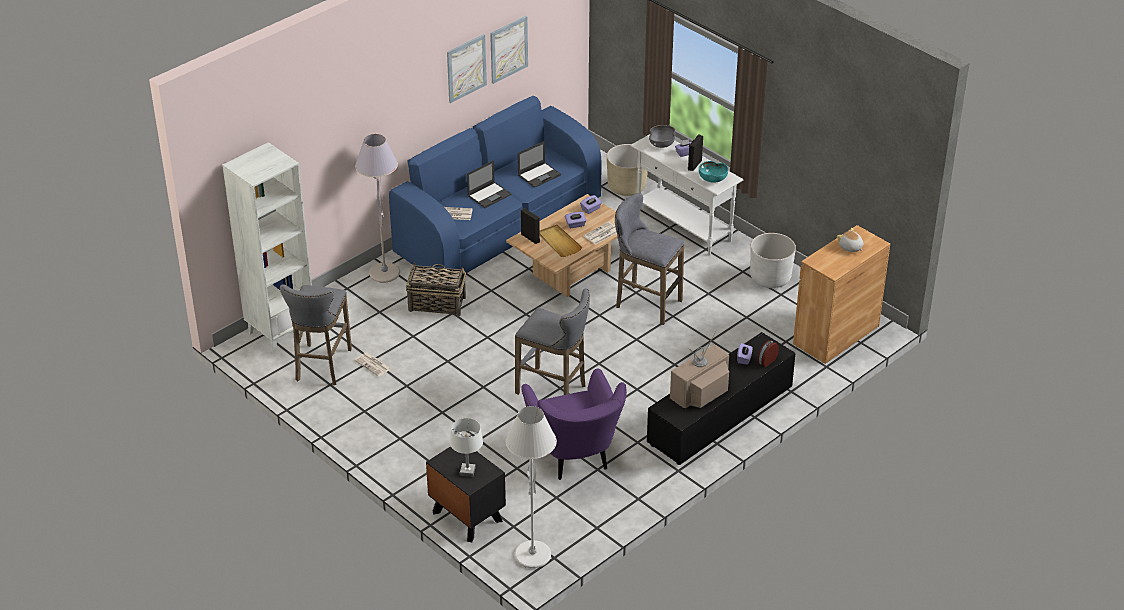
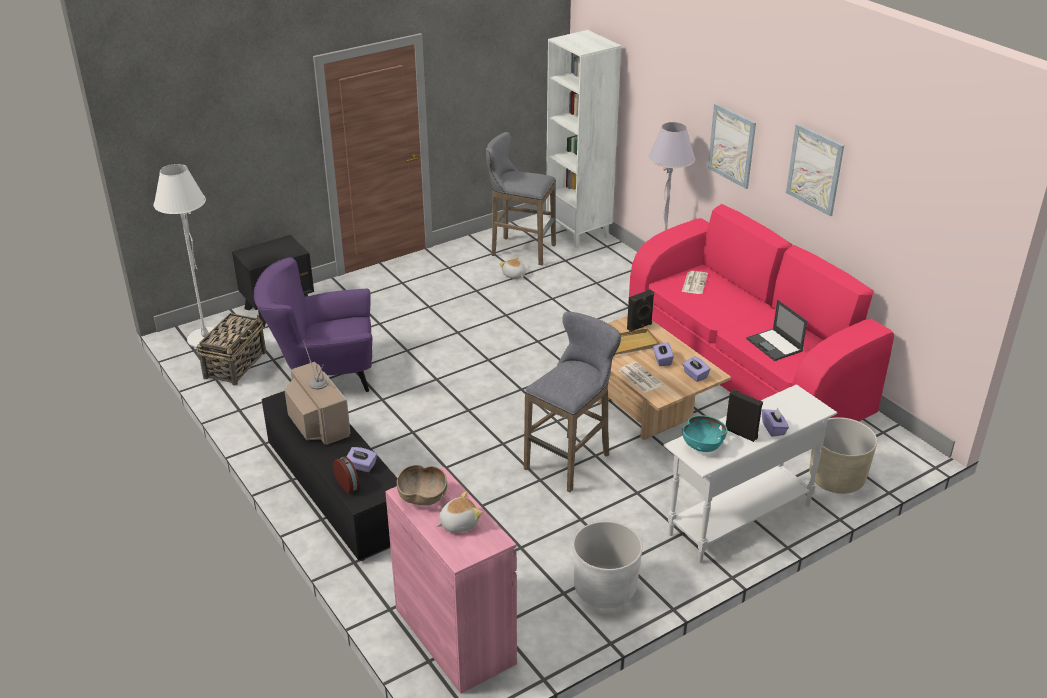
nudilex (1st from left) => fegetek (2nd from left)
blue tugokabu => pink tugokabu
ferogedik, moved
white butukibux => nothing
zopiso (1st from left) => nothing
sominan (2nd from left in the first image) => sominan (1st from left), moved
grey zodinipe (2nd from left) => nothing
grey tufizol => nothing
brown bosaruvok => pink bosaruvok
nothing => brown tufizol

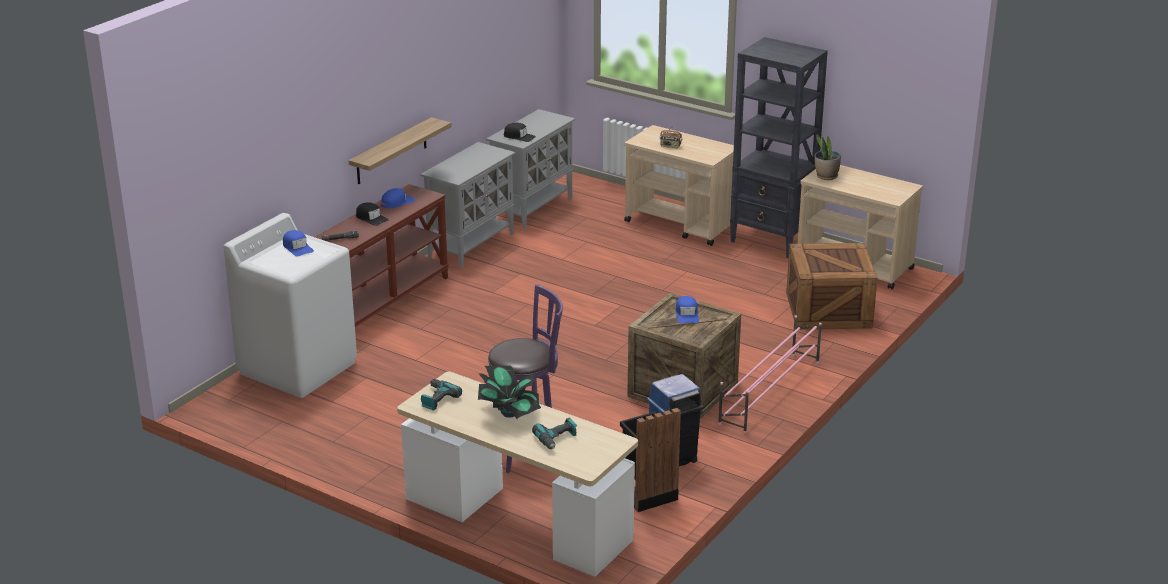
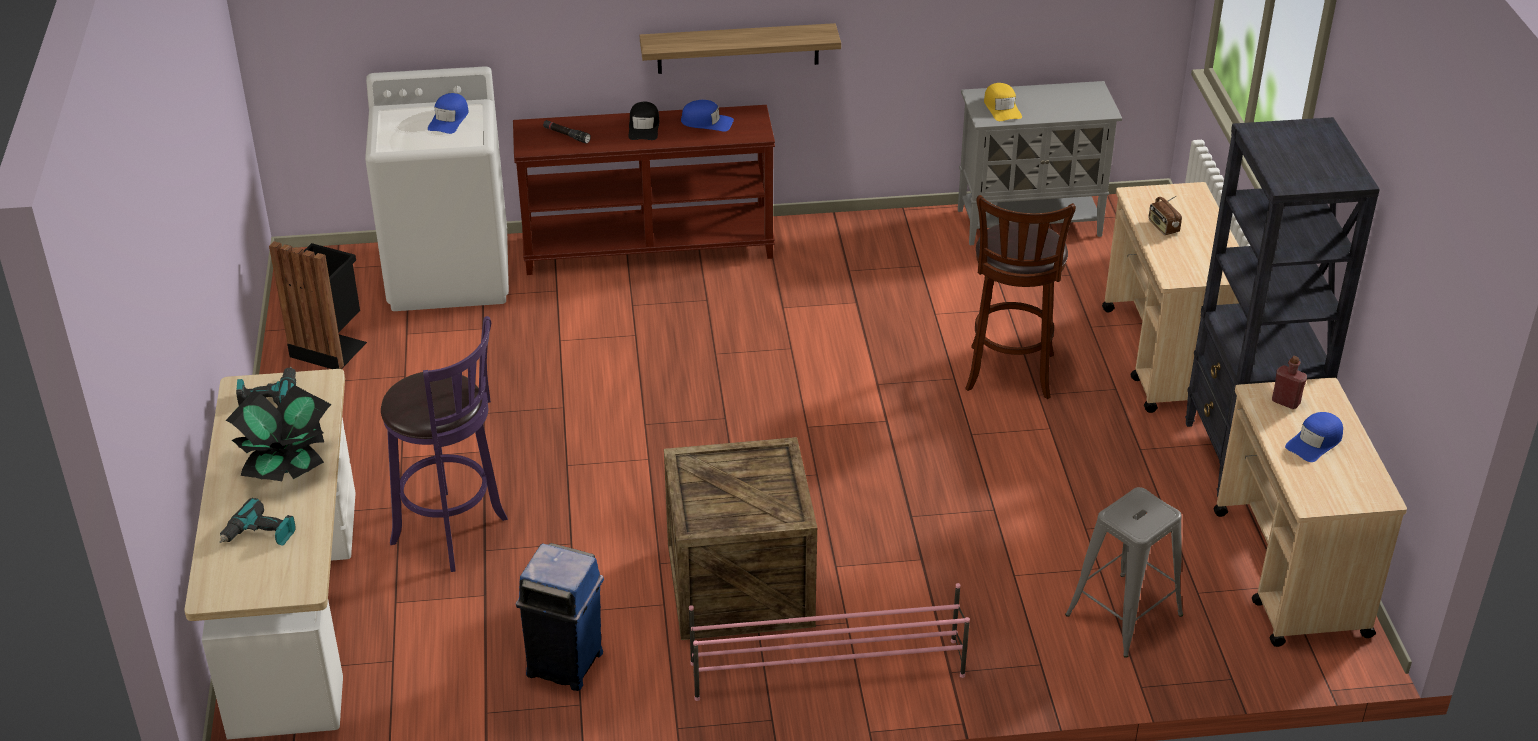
grey bosaruvok (1st from left) => nothing
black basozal (2nd from left) => yellow basozal
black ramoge, moved
blue basozal (3rd from left), moved
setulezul (2nd from left) => grey zodinipe
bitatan (2nd from left) => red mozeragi
nothing => brown zodinipe

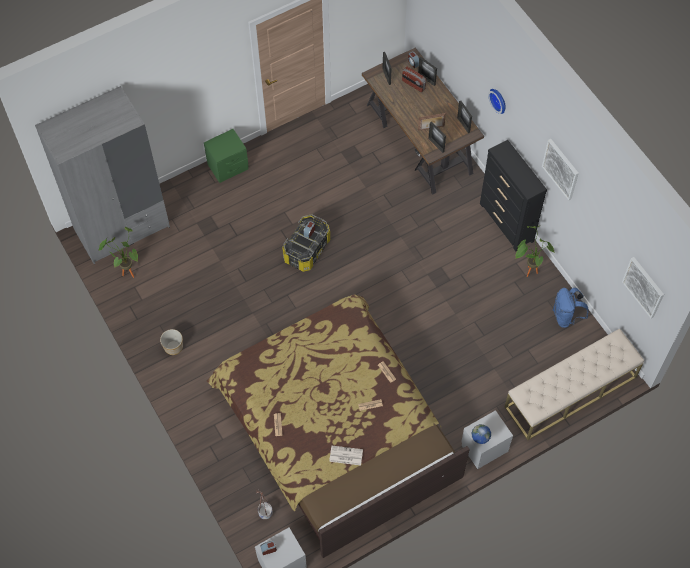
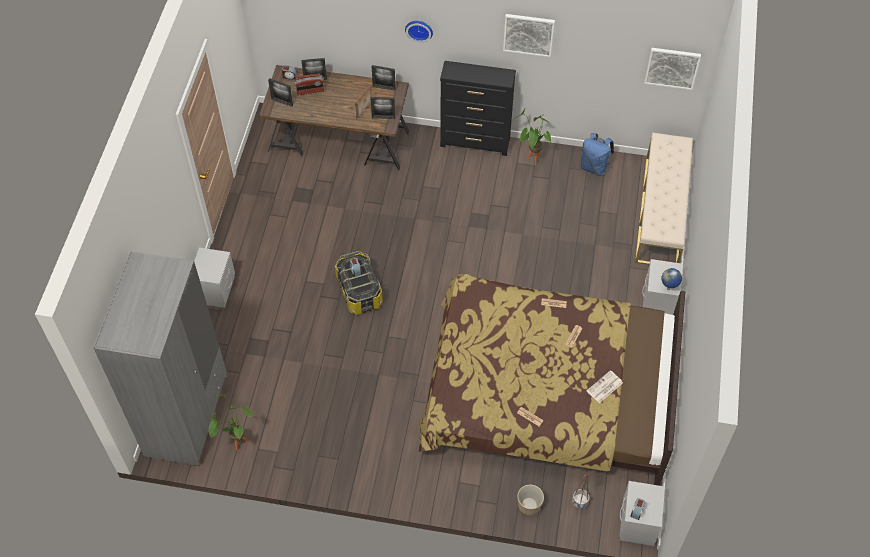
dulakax (1st from left), moved
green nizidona => grey nizidona (1st from left)

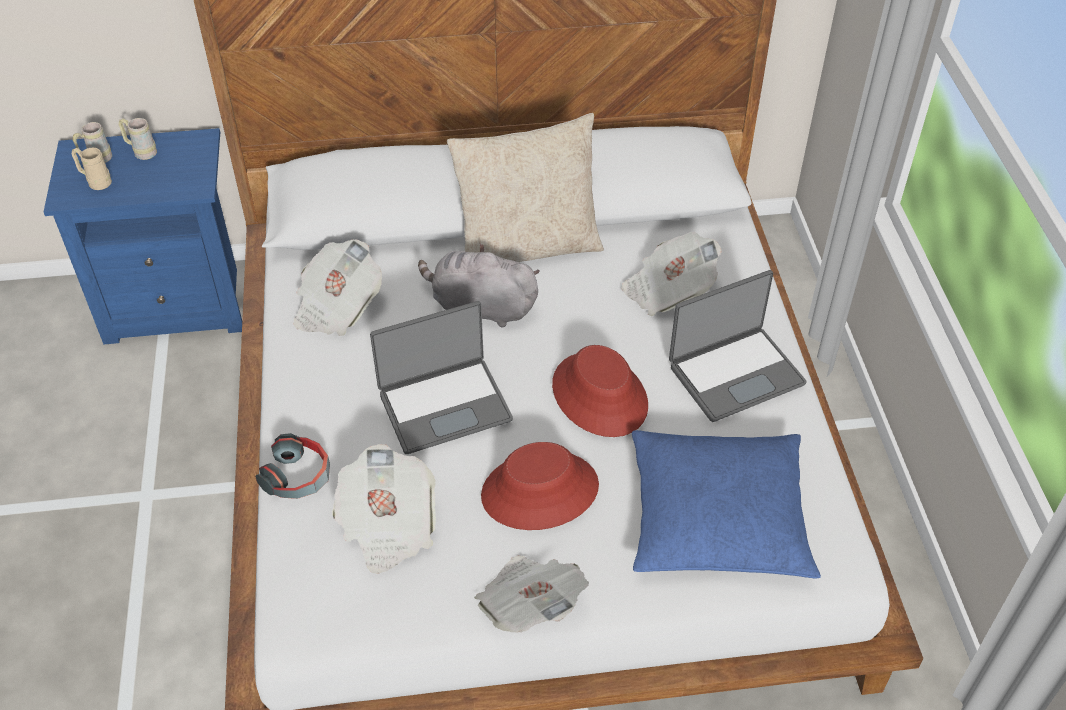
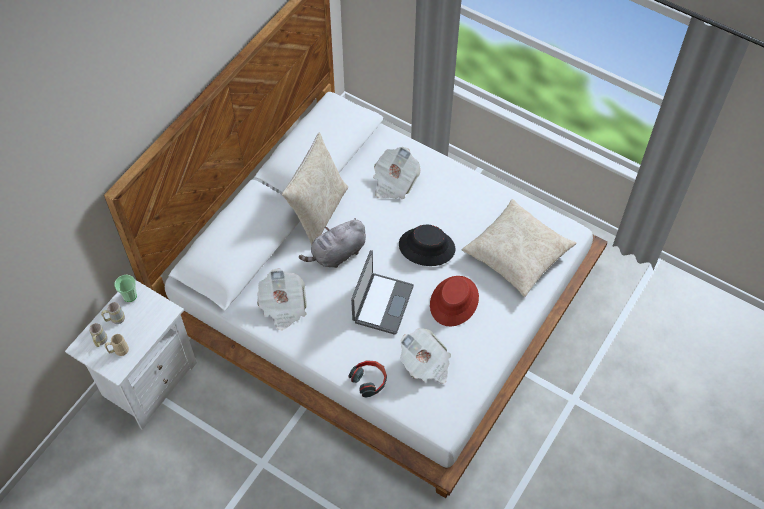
blue nizidona => white nizidona
nudilex (3rd from left) => nothing
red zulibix (2nd from left) => black zulibix
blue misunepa => beige misunepa (2nd from left)
zopiso (2nd from left) => nothing
nothing => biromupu

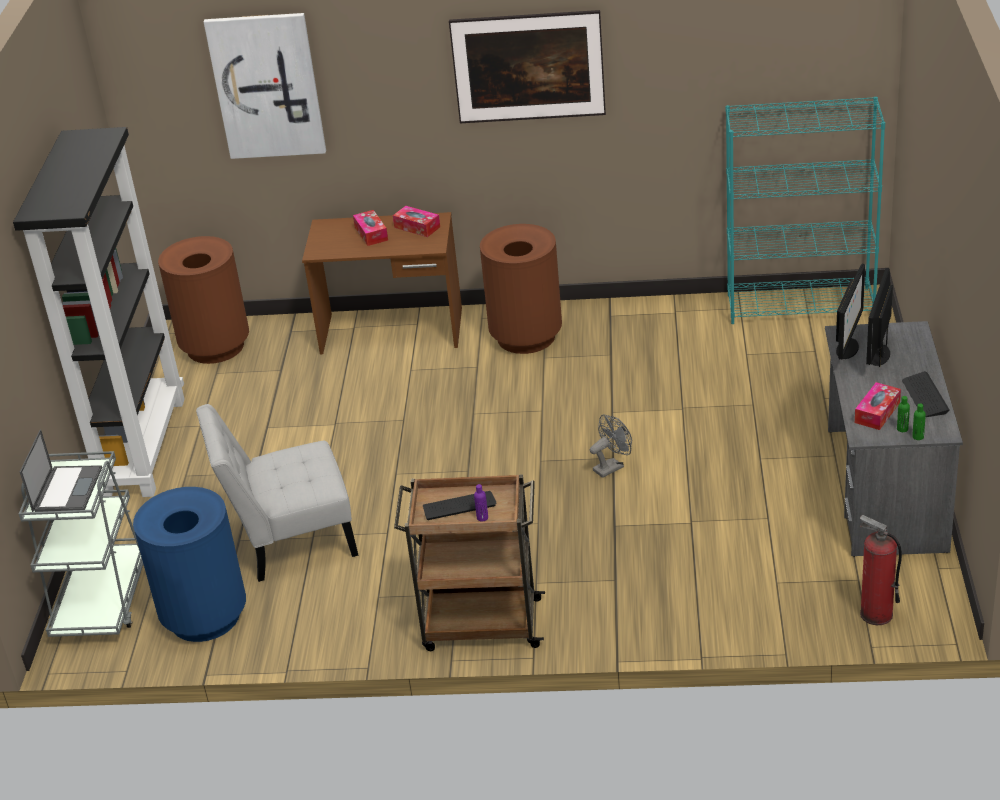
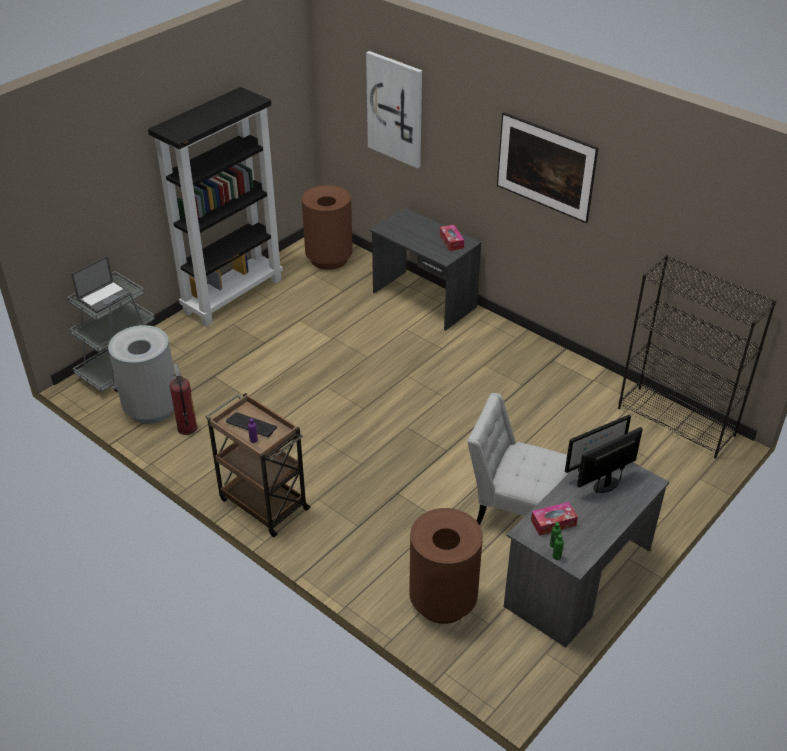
blue ramoge => grey ramoge
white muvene, moved
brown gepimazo => grey gepimazo (1st from left)
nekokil (1st from left) => nothing
brown ramoge (2nd from left), moved
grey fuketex => nothing
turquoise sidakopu => black sidakopu (2nd from left)
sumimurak, moved
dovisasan (2nd from left) => nothing

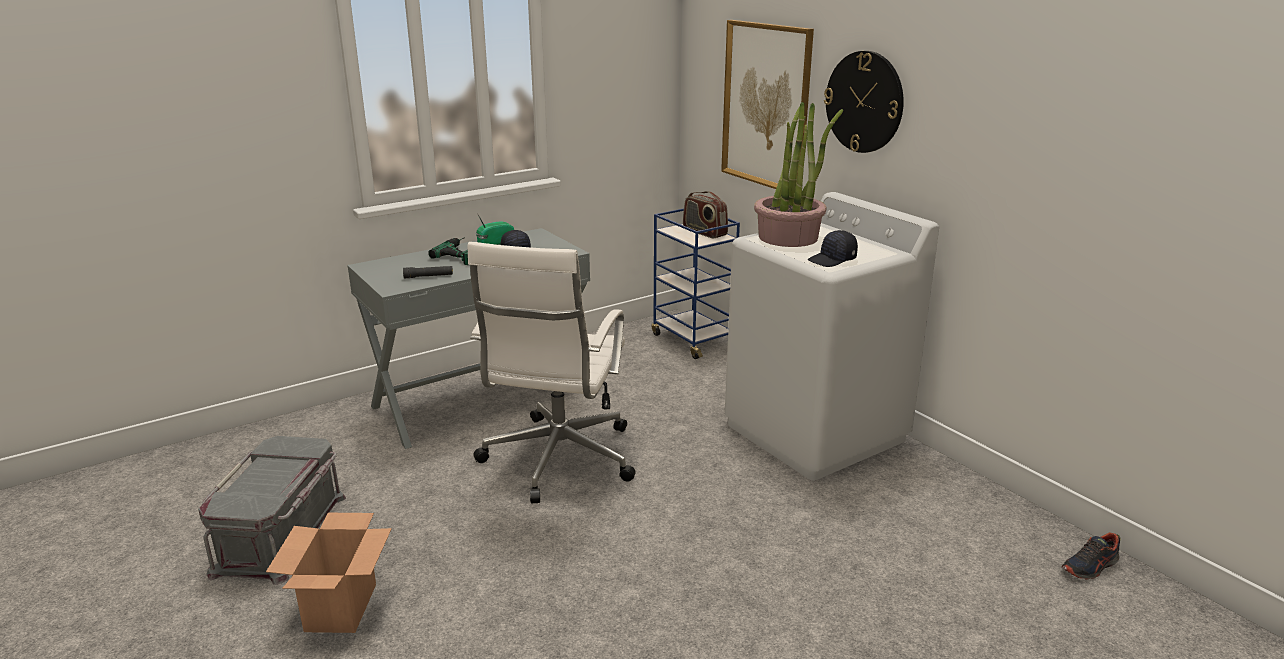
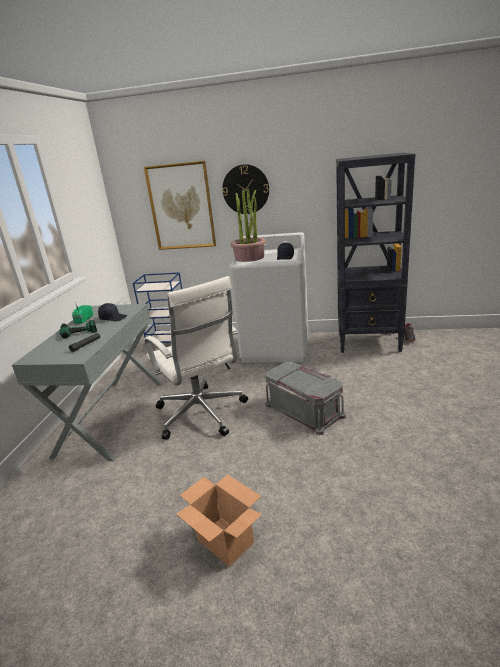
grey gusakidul, moved
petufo (2nd from left) => nothing
nothing => black sidakopu

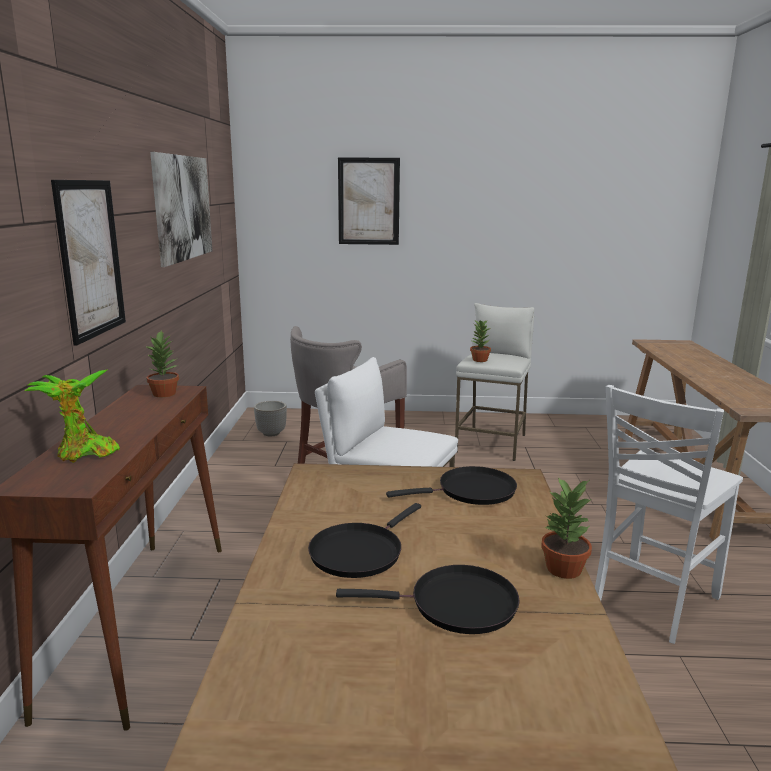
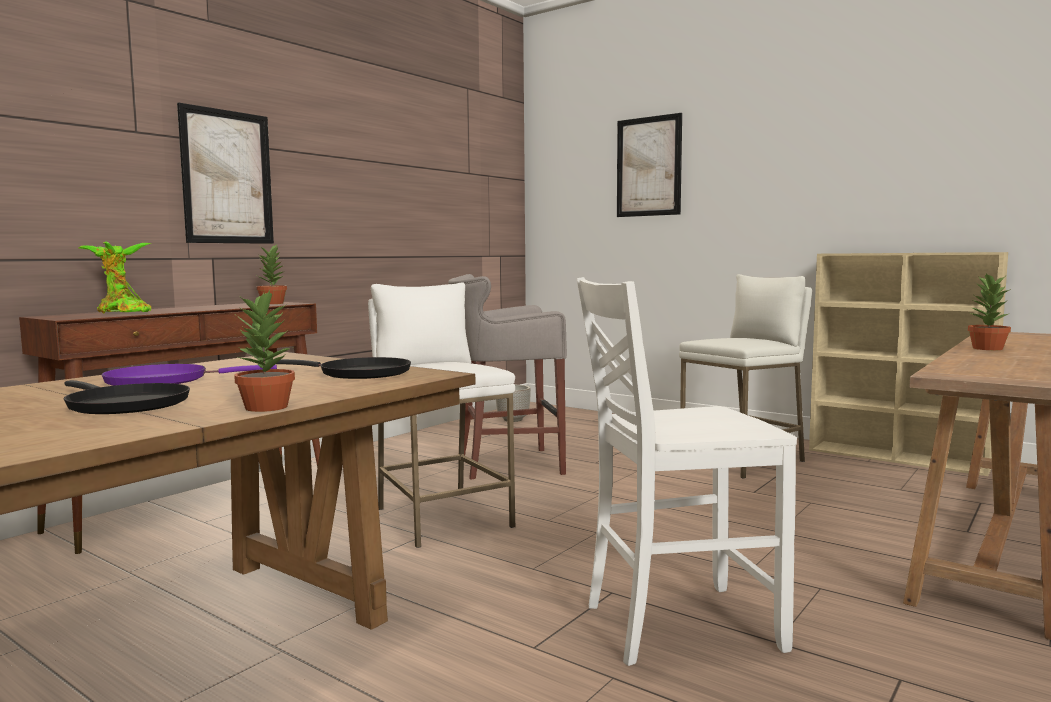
sominan (2nd from left) => nothing
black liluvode (1st from left) => purple liluvode
bitatan (3rd from left in the first image) => bitatan (4th from left), moved
nothing => beige sidakopu

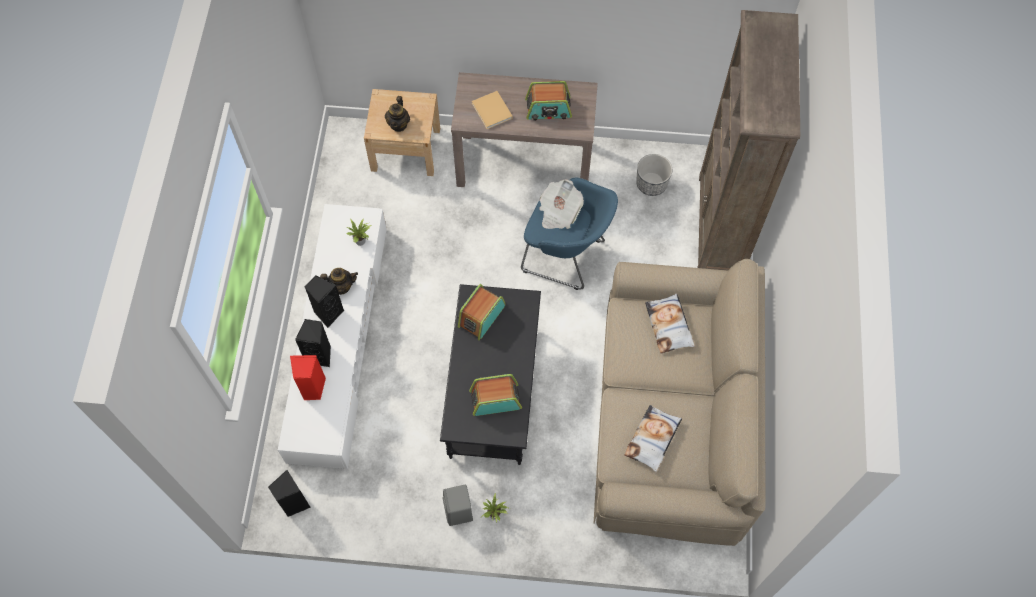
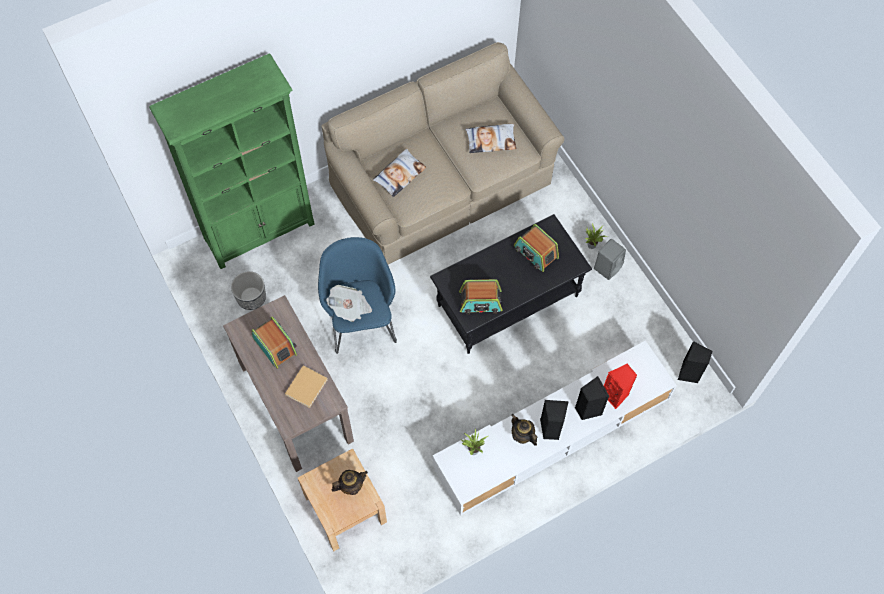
brown sidakopu => green sidakopu

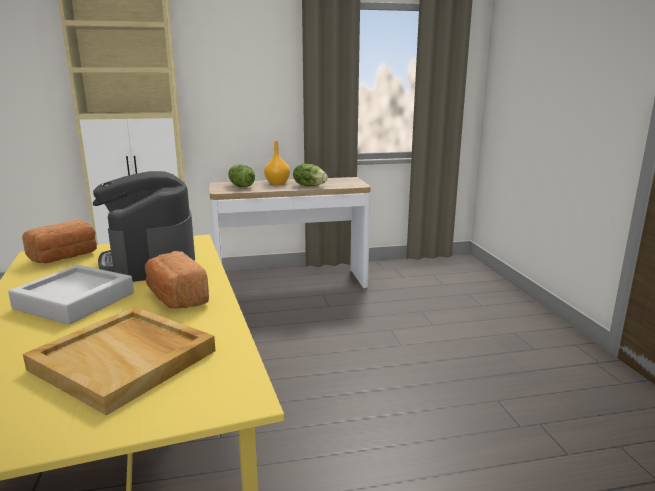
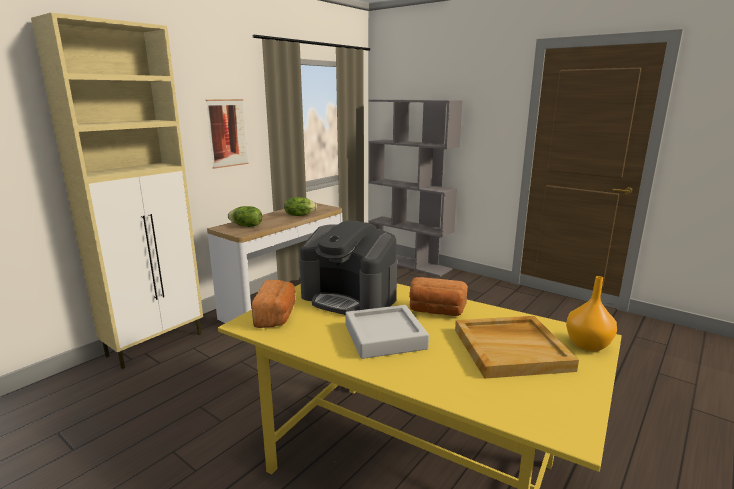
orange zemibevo, moved
nothing => sominan
nothing => grey sidakopu

